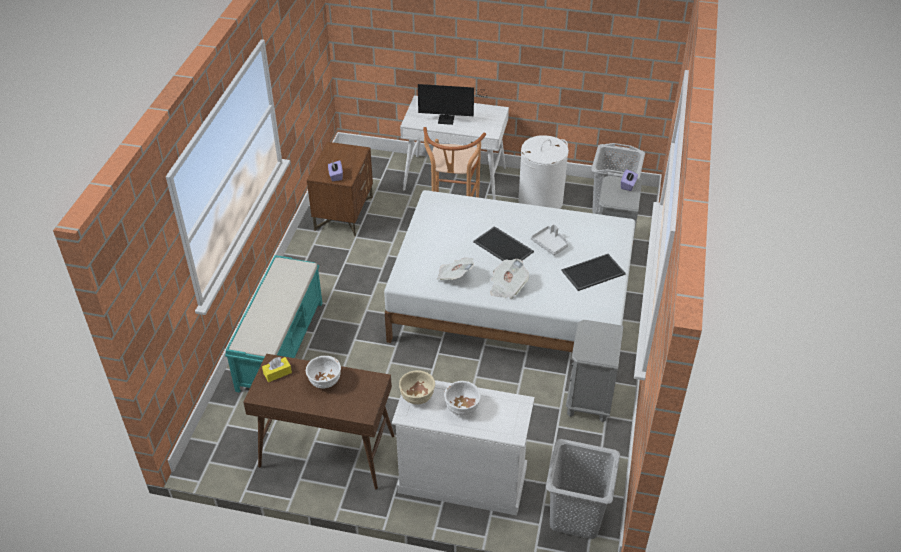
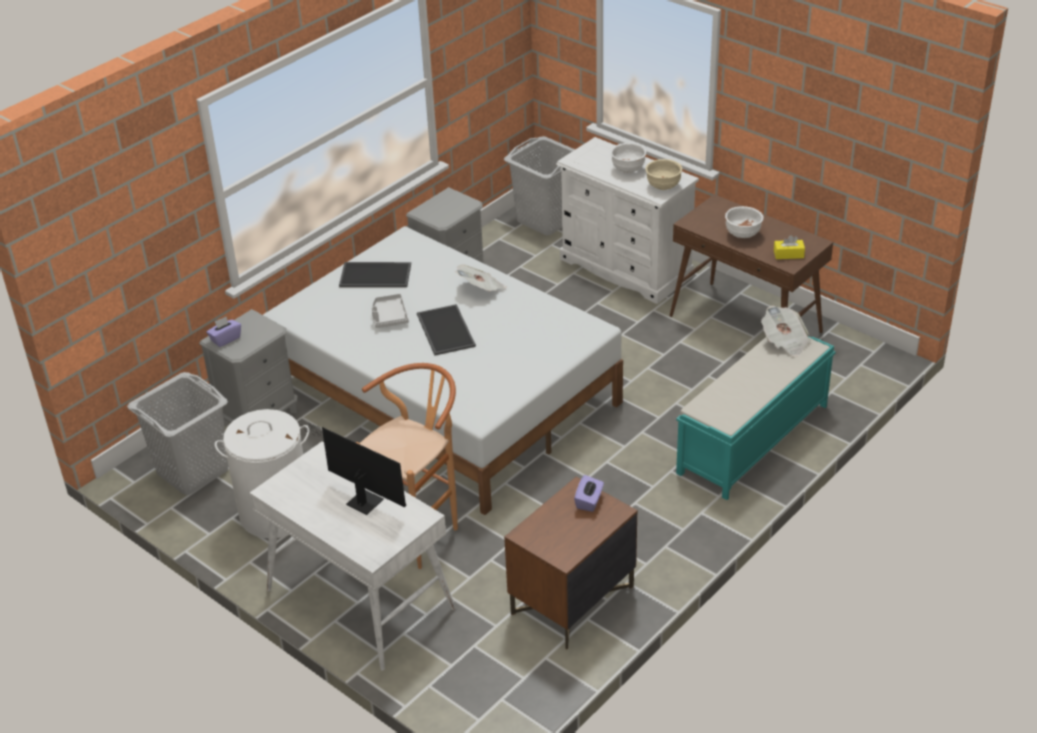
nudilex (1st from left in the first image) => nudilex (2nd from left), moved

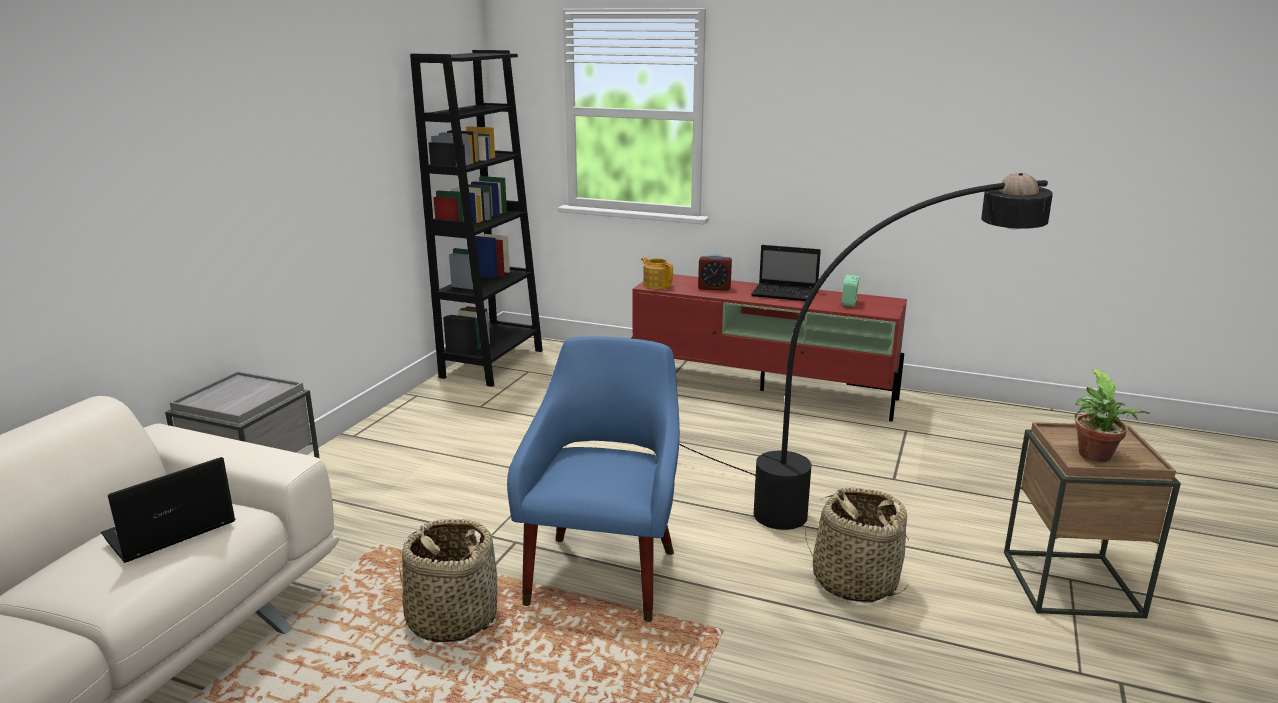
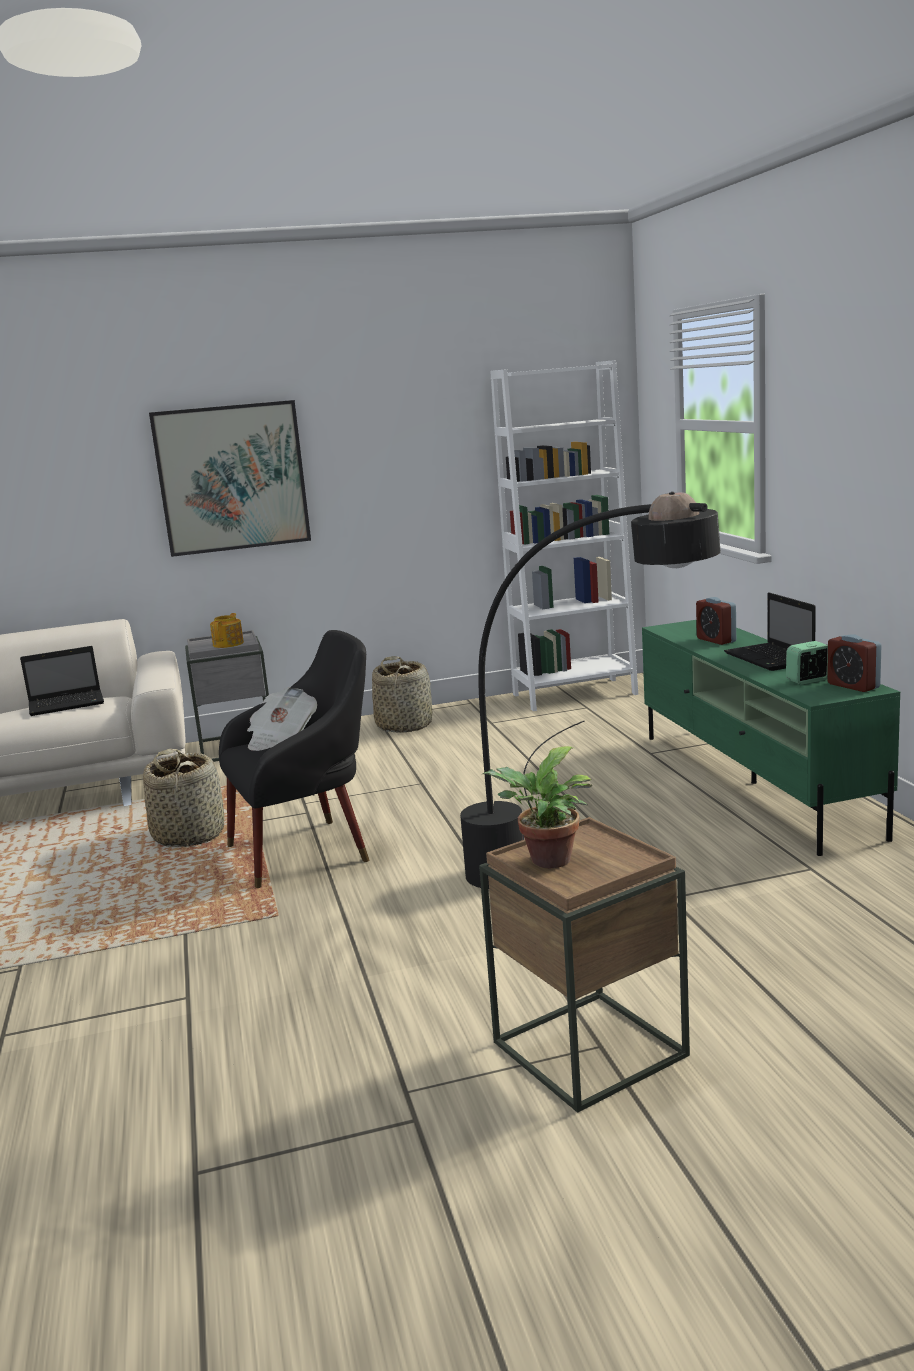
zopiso (1st from left), 150 degrees clockwise
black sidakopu => white sidakopu
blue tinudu => black tinudu
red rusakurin => green rusakurin
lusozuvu, moved
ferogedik (2nd from left), moved
nothing => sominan
nothing => nudilex
nothing => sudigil (3rd from left)

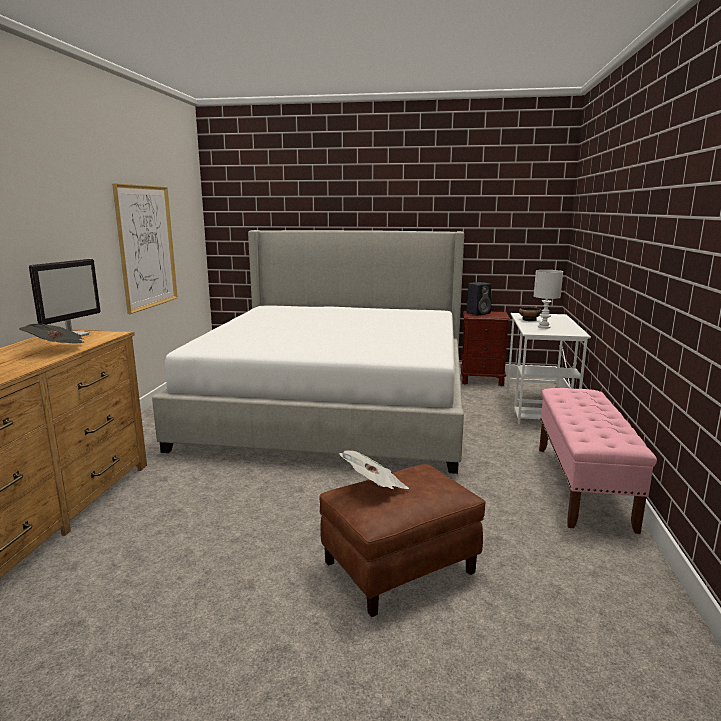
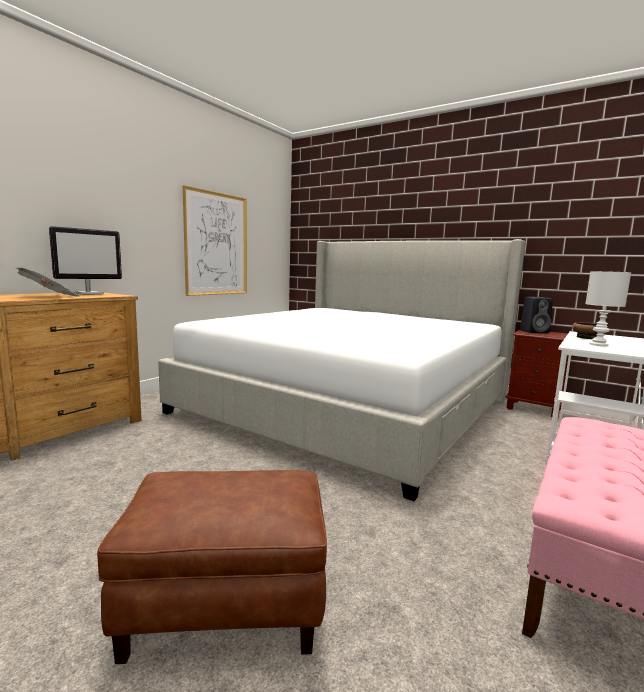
nudilex (2nd from left) => nothing

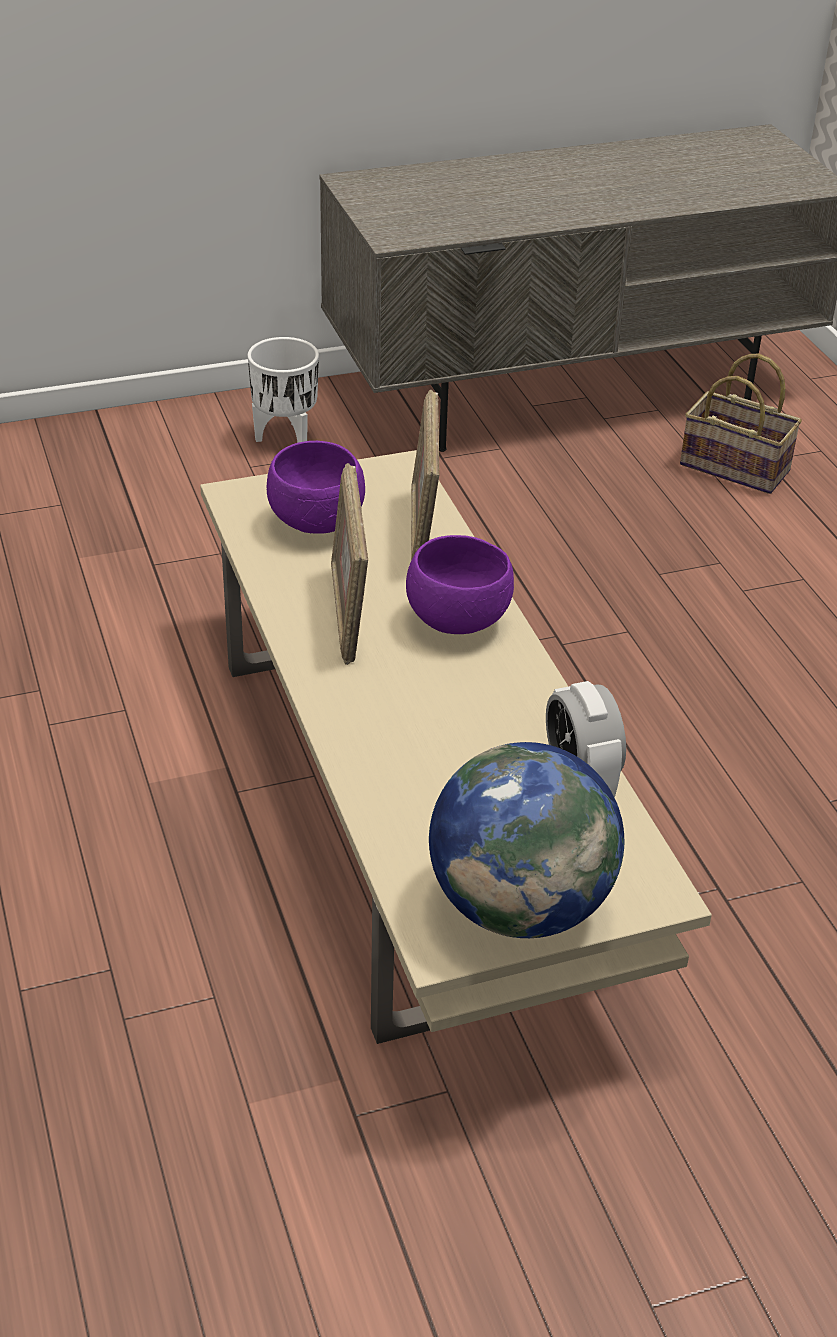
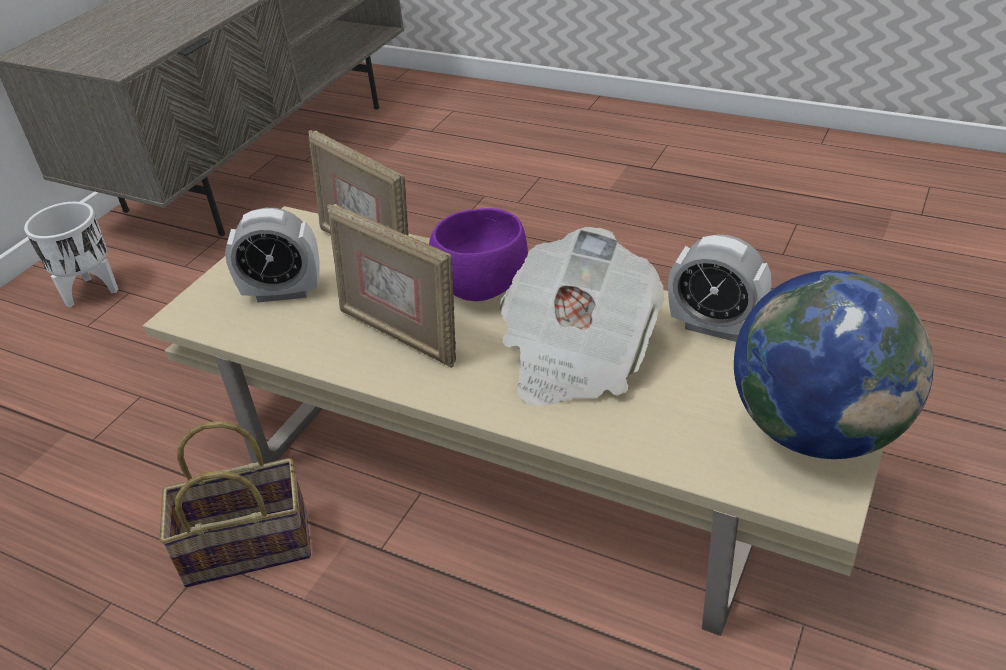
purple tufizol (1st from left) => sudigil (1st from left)
ferogedik, moved
nothing => nudilex

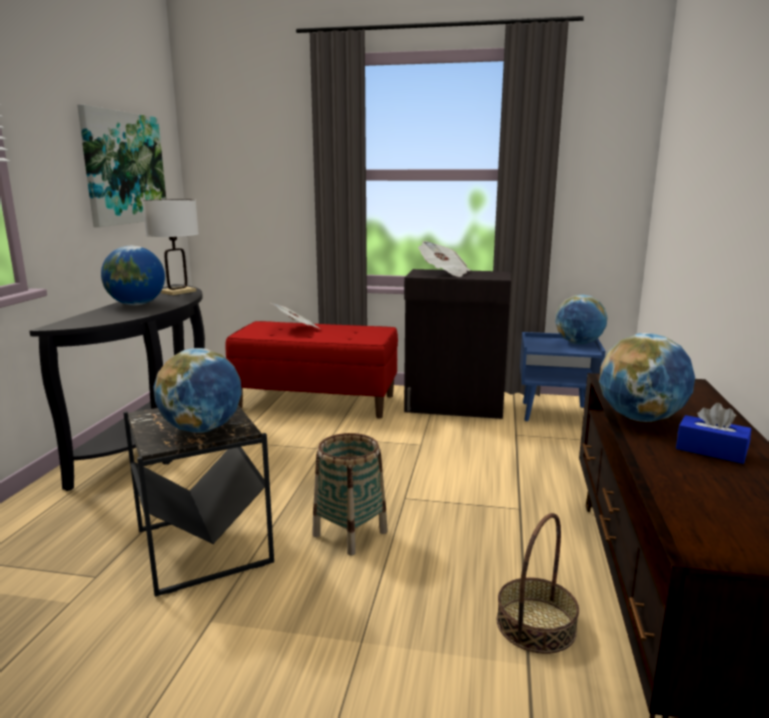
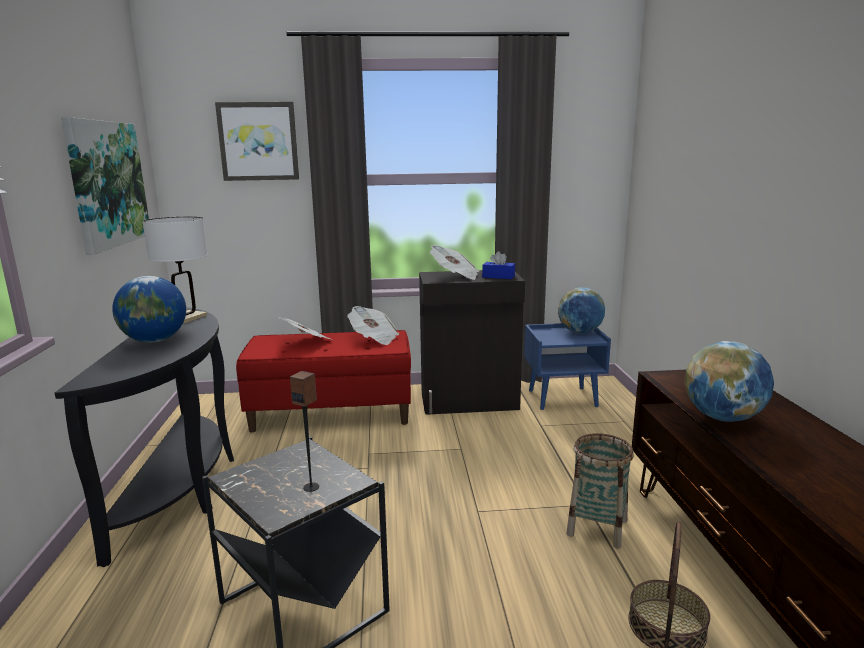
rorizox (2nd from left) => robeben
ferogedik (1st from left), moved
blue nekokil, moved
nothing => sominan (2nd from left)
nothing => nudilex (2nd from left)

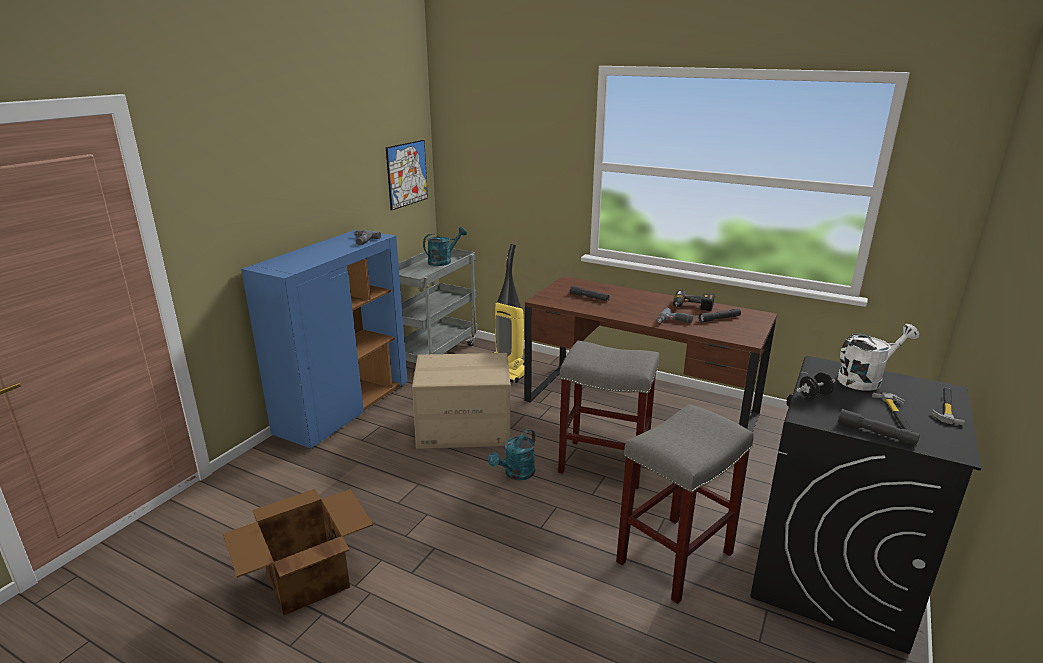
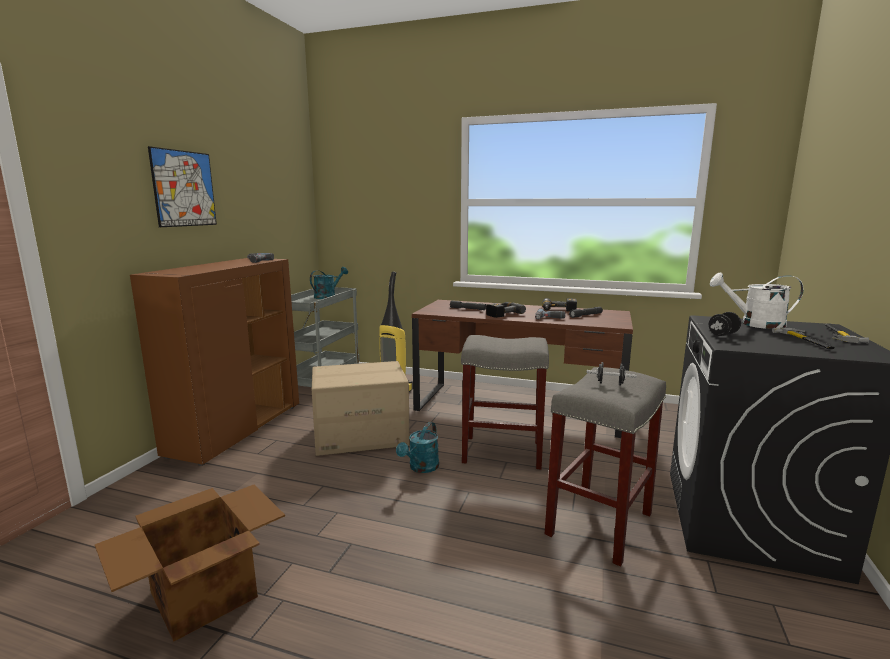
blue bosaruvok => brown bosaruvok
sominan, moved
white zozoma, 135 degrees counterclockwise
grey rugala (3rd from left) => nothing
nothing => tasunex (2nd from left)
nothing => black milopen (1st from left)

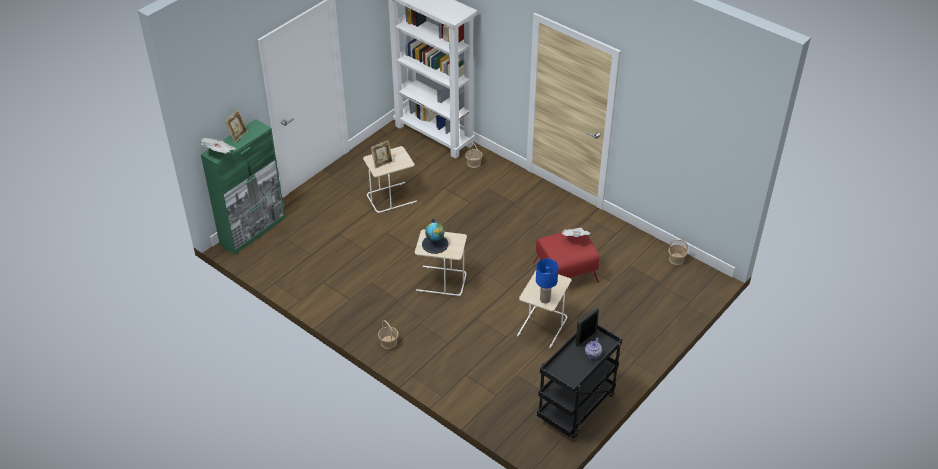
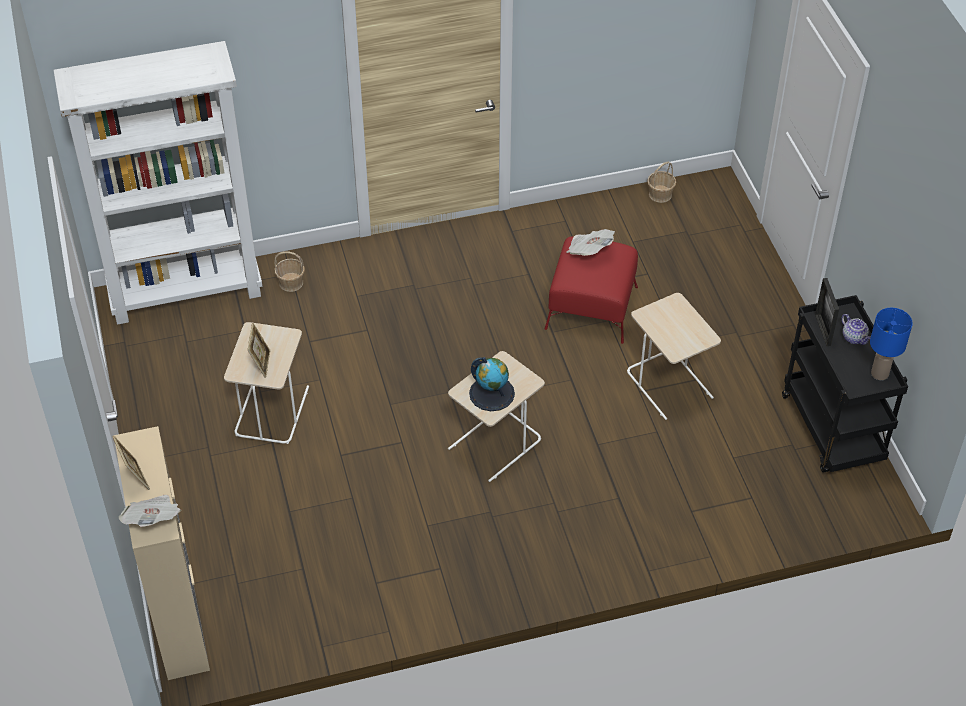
green bosaruvok => beige bosaruvok
ferogedik (1st from left) => nothing
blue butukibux, moved

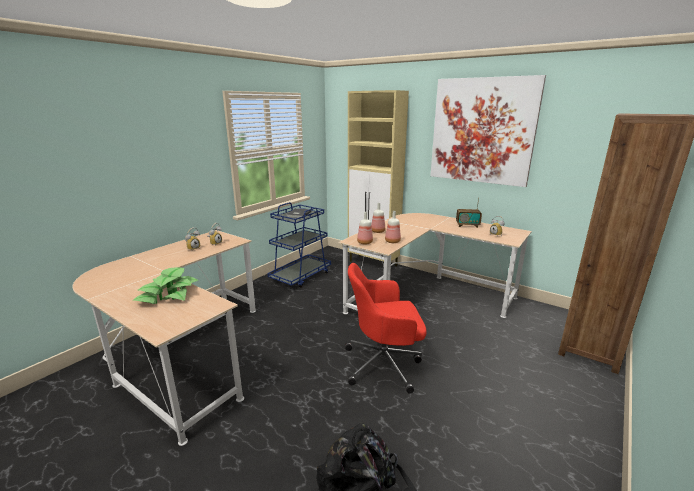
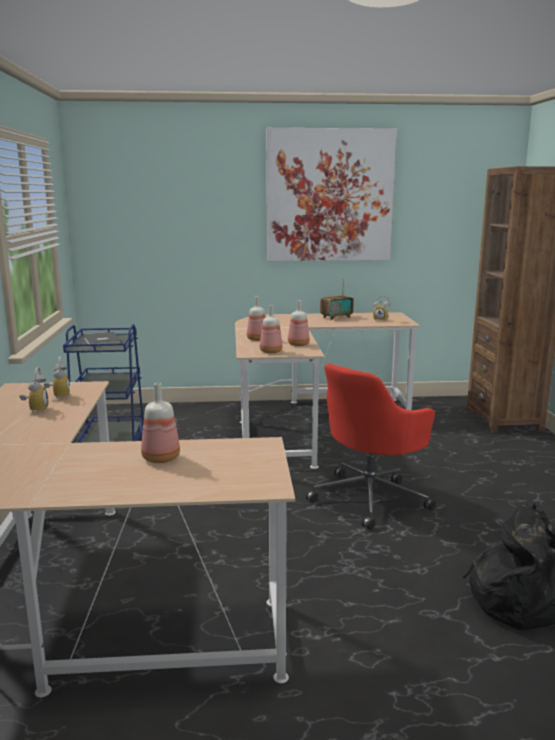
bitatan => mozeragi (1st from left)
beige bosaruvok => nothing

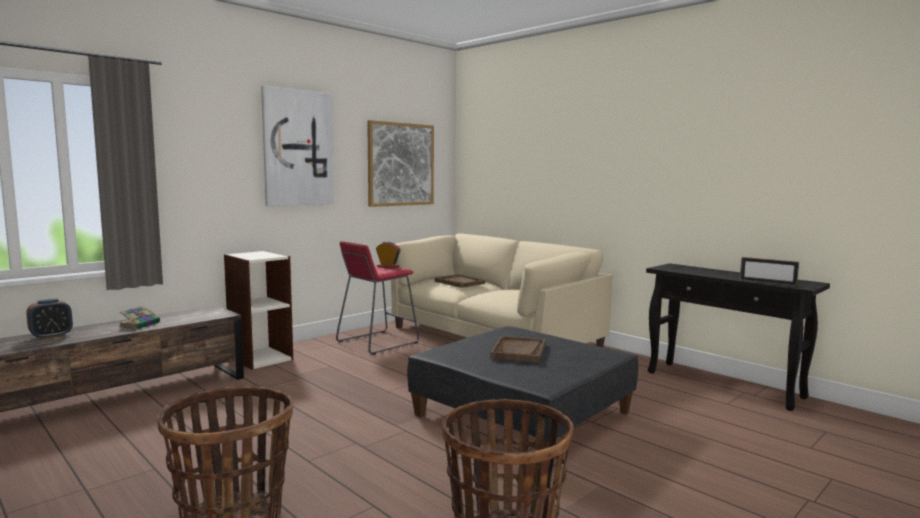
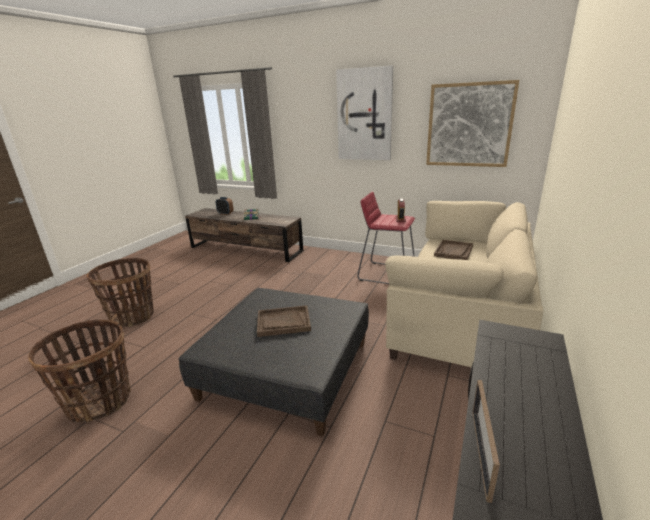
sidakopu => nothing

